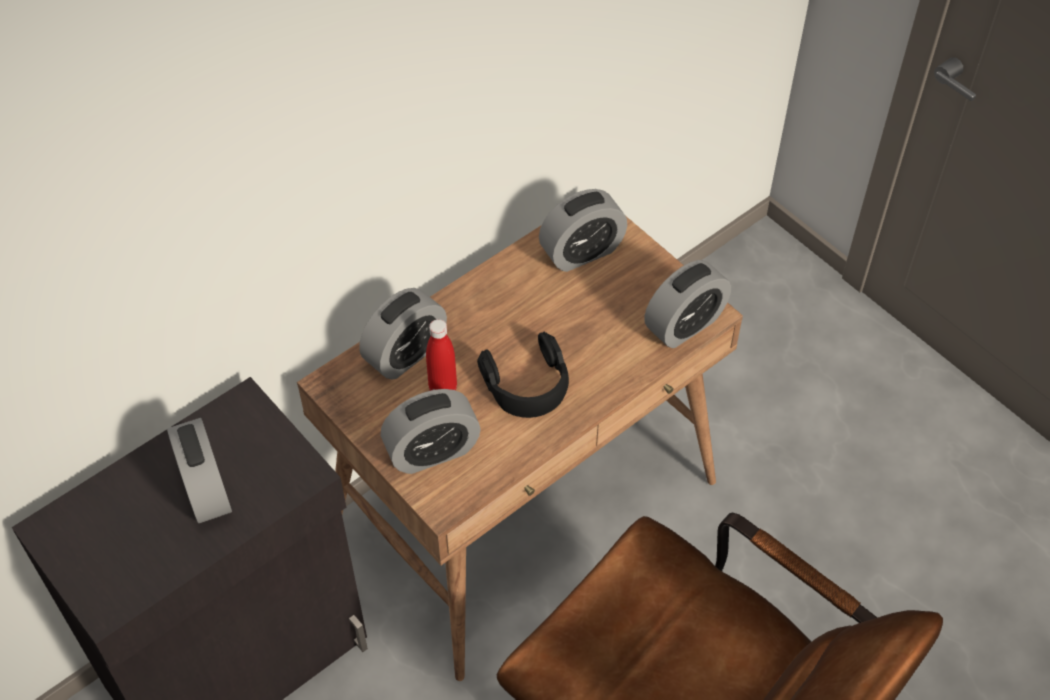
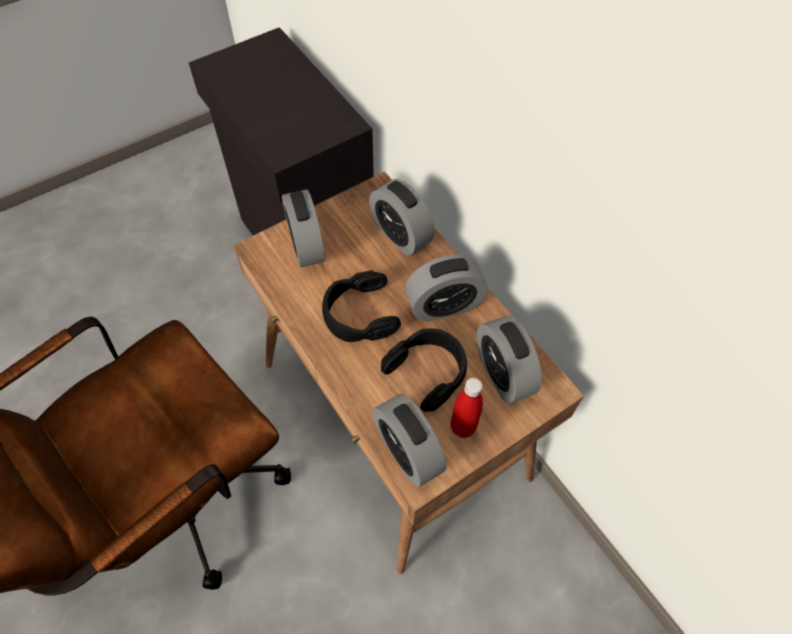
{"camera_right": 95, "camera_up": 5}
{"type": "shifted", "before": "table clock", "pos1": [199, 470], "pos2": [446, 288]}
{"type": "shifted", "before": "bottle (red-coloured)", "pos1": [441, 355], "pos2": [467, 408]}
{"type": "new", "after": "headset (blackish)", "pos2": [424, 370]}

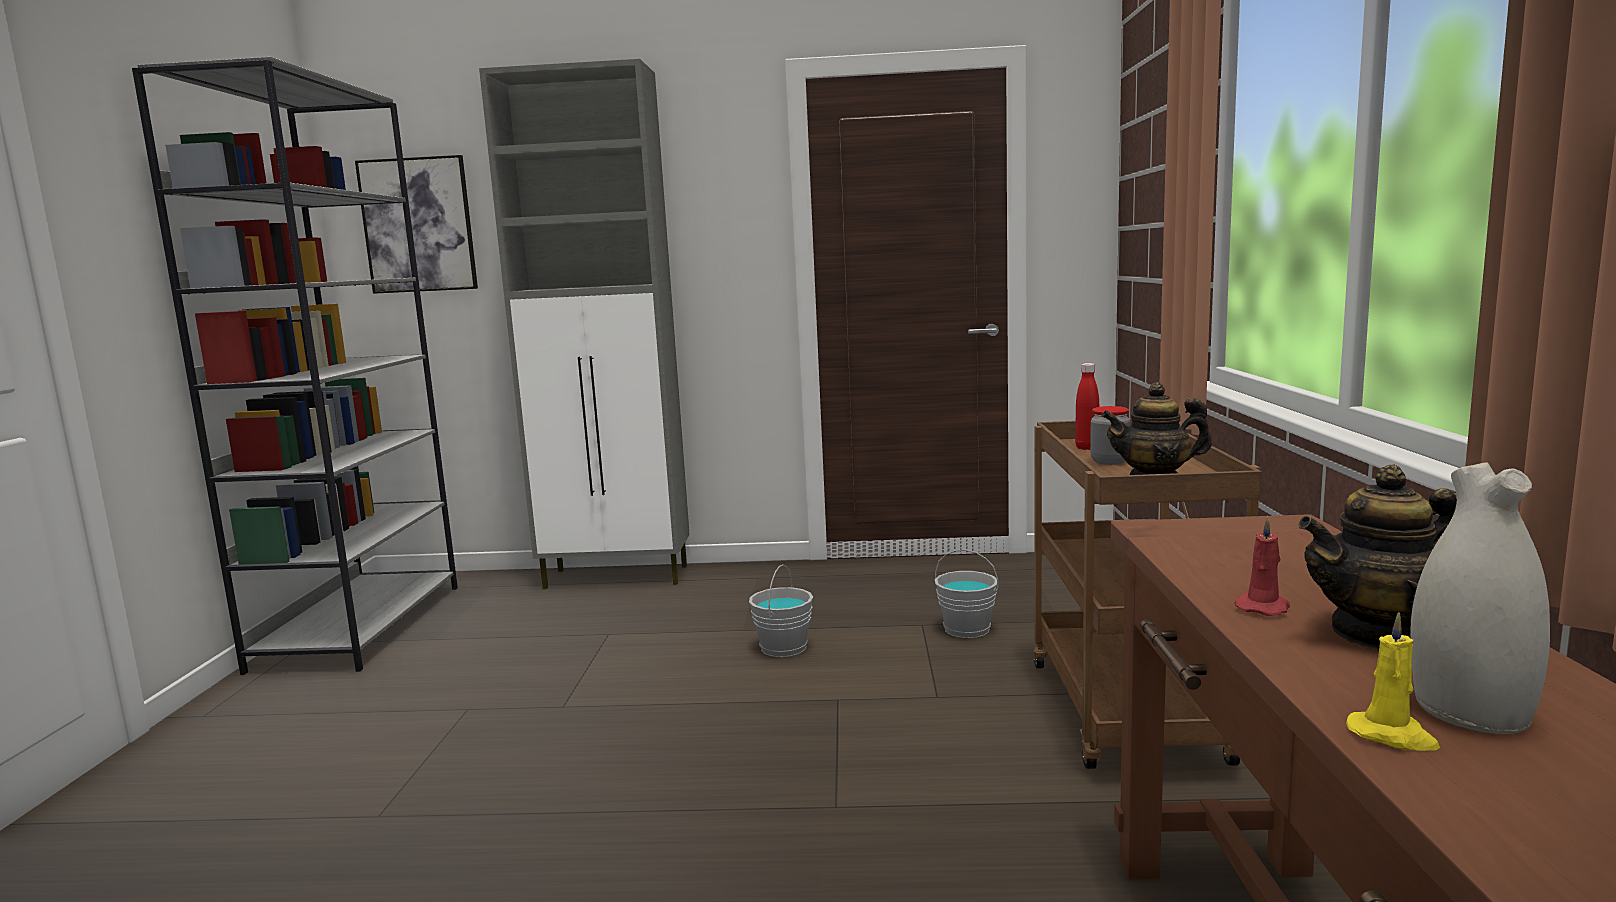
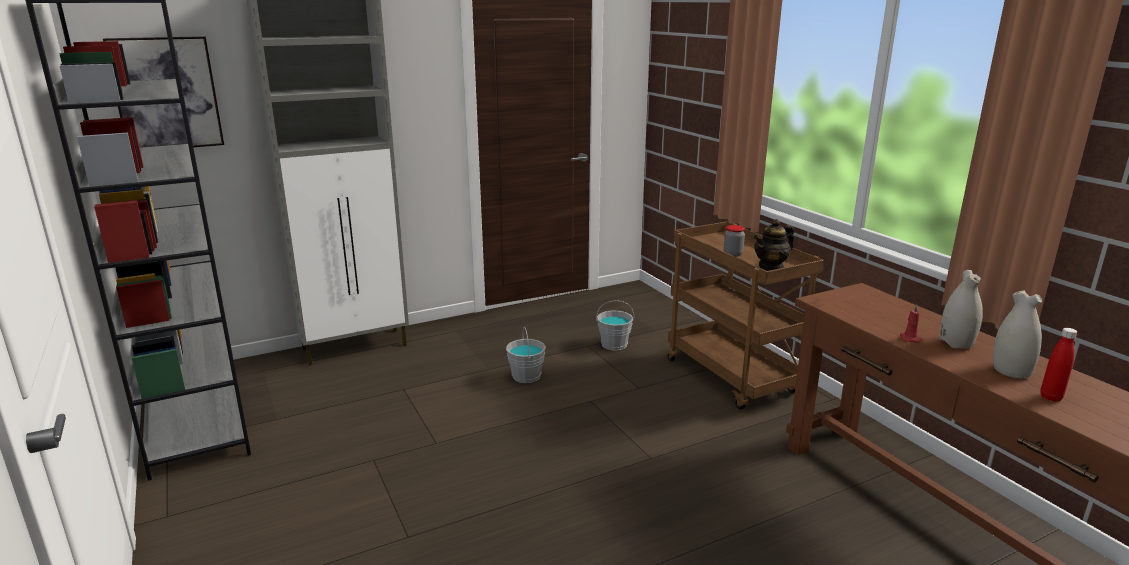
{"camera_right": -30, "camera_up": 10}
{"type": "shifted", "before": "bottle (red-coloured)", "pos1": [1087, 406], "pos2": [1058, 365]}
{"type": "swapped", "before": "pot for tea", "after": "decorative vase (whitish)", "pos1": [1377, 557], "pos2": [961, 309]}
{"type": "gone", "before": "candle (yellow-coloured)", "pos1": [1393, 681]}

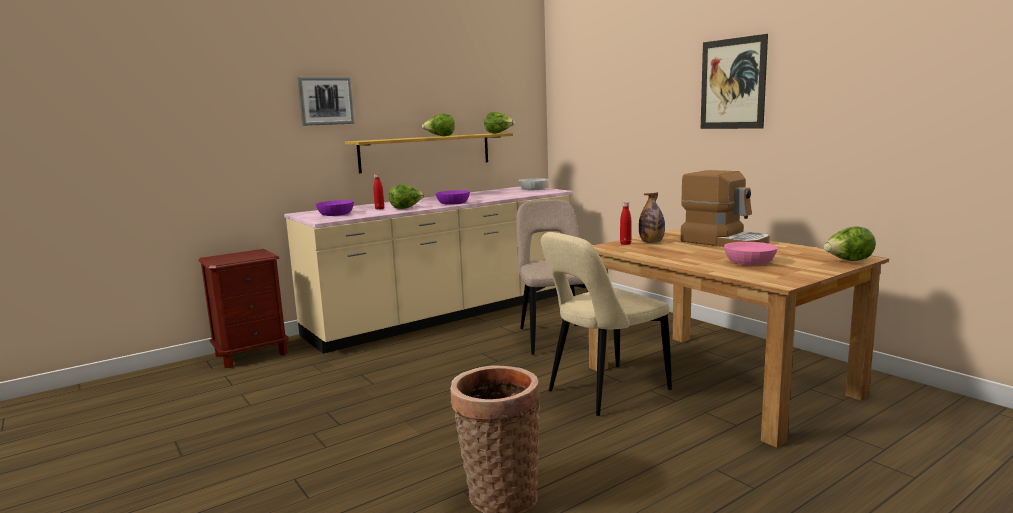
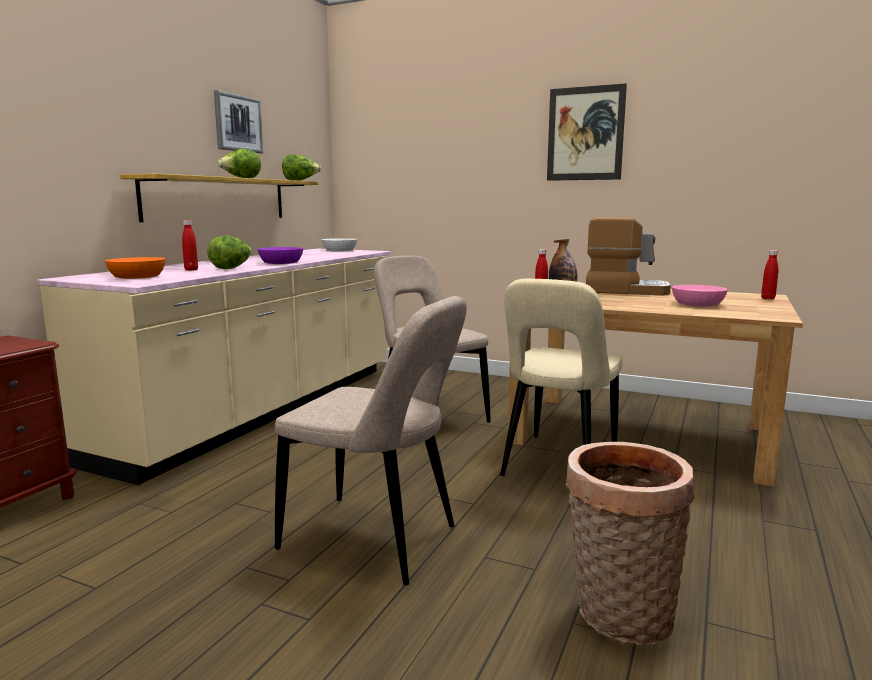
{"camera_right": -30, "camera_up": 0}
{"type": "shifted", "before": "picture", "pos1": [326, 101], "pos2": [238, 121]}
{"type": "repainted", "before": "deep dish (purple-coloured)", "after": "deep dish (orange)", "pos1": [335, 208], "pos2": [135, 268]}
{"type": "swapped", "before": "head of lettuce", "after": "bottle (red-coloured)", "pos1": [850, 243], "pos2": [769, 275]}
{"type": "new", "after": "plain chair (beige-coloured)", "pos2": [371, 441]}

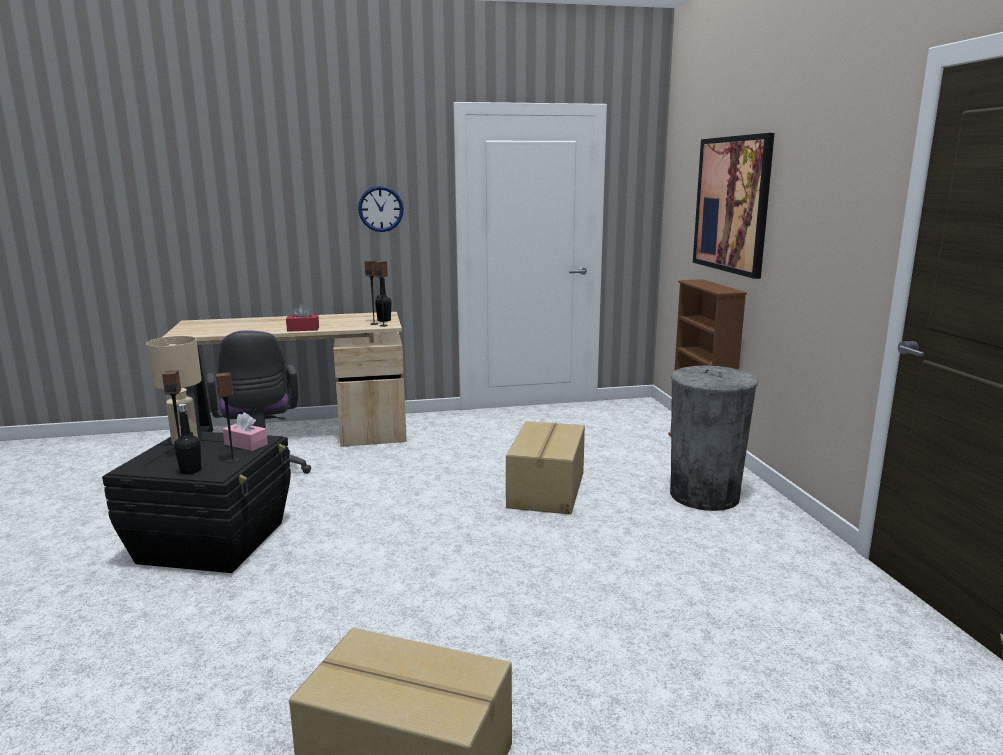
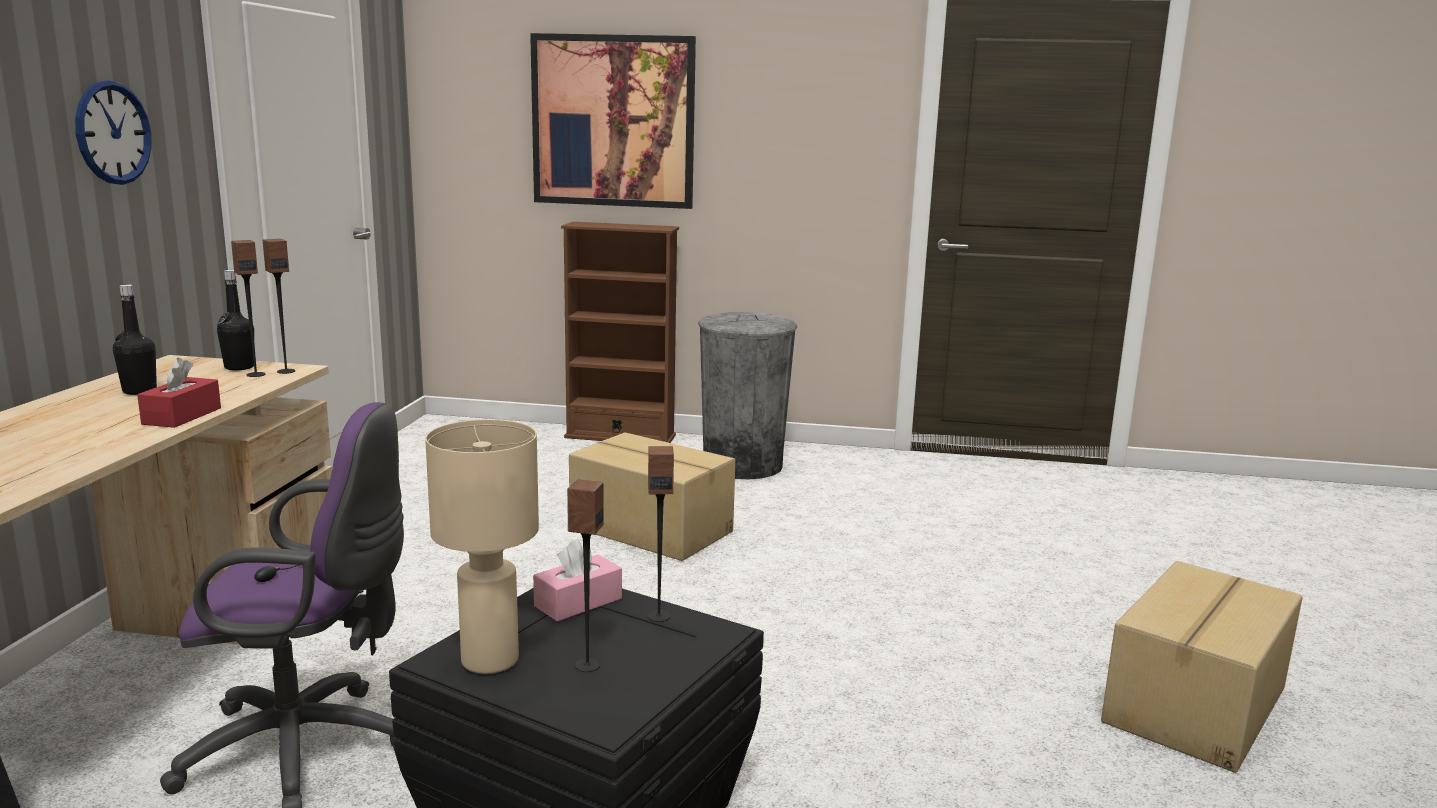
{"camera_right": -70, "camera_up": 0}
{"type": "shifted", "before": "bottle (blackish)", "pos1": [187, 439], "pos2": [135, 340]}

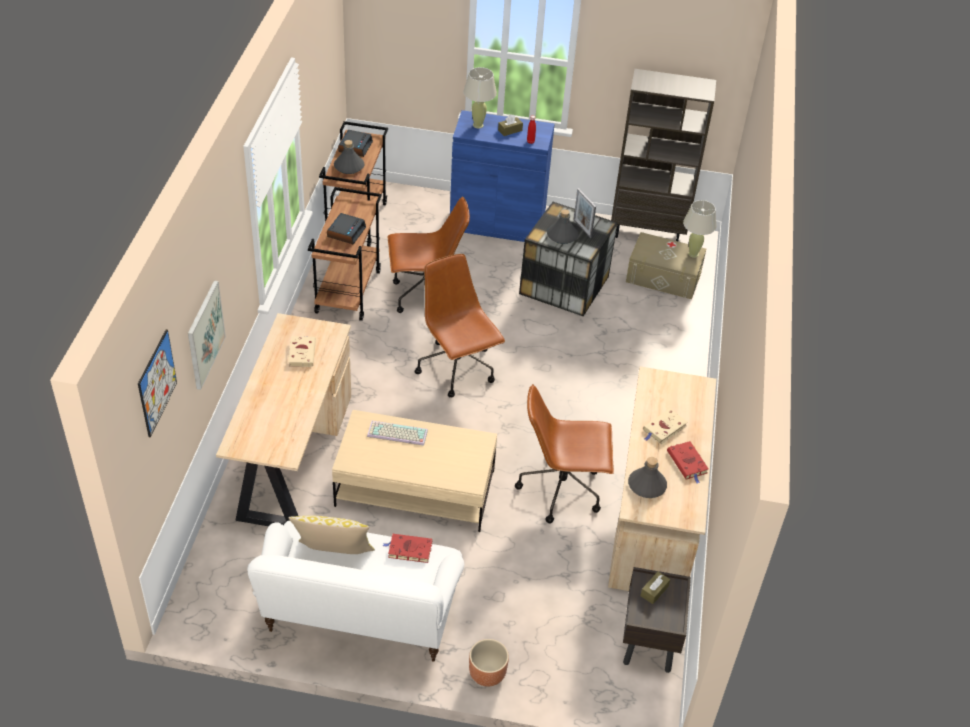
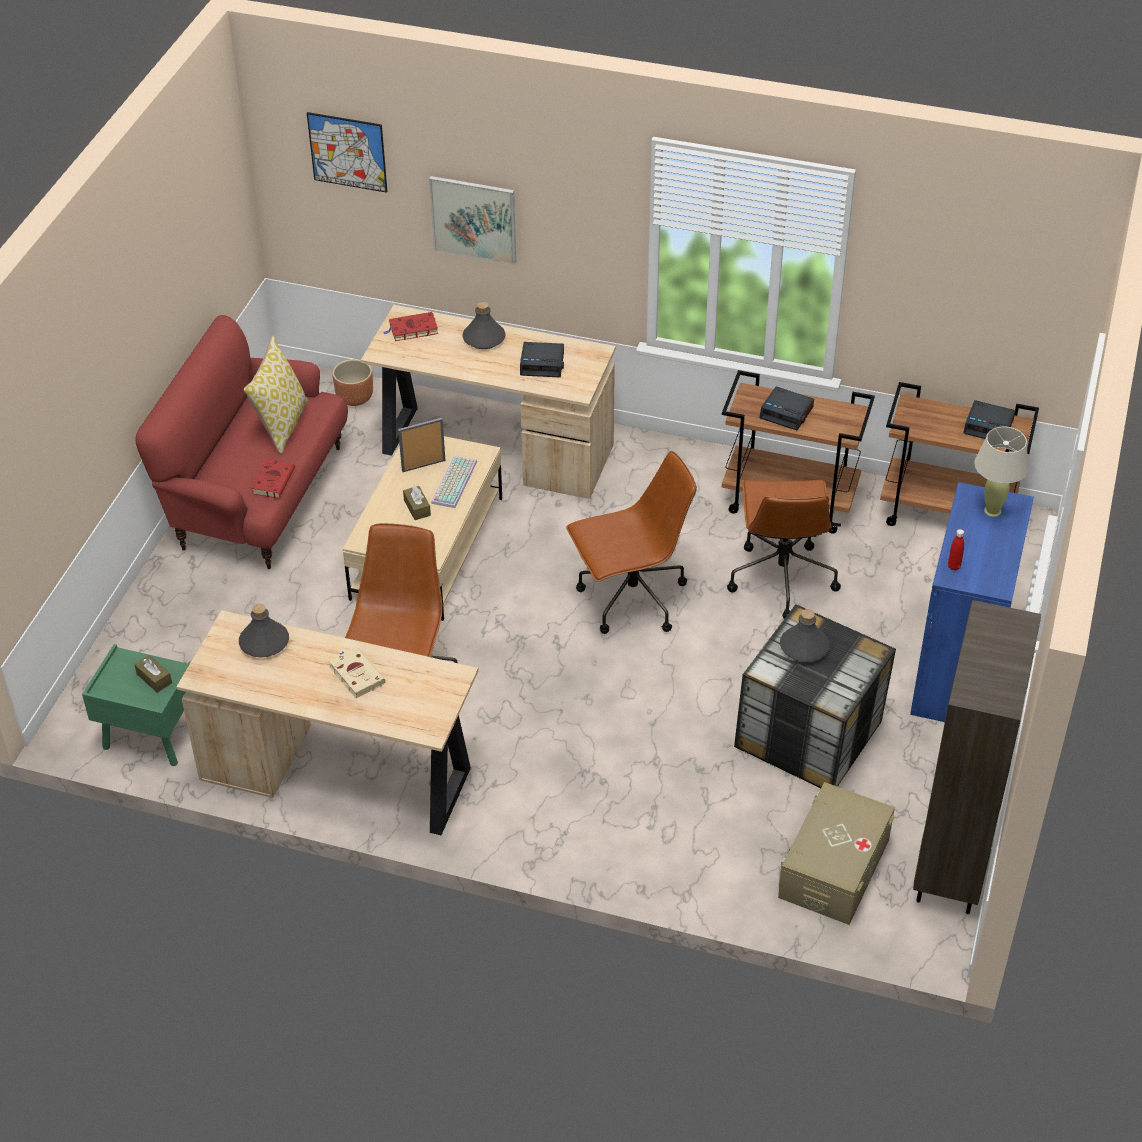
{"camera_right": 100, "camera_up": 0}
{"type": "repainted", "before": "sofa (whitish)", "after": "sofa (red-coloured)", "pos1": [355, 591], "pos2": [241, 442]}
{"type": "swapped", "before": "bound book (beige-coloured)", "after": "table clock", "pos1": [302, 351], "pos2": [542, 359]}
{"type": "shifted", "before": "bottle (grey)", "pos1": [349, 157], "pos2": [484, 325]}
{"type": "shifted", "before": "planter (brownish)", "pos1": [489, 663], "pos2": [352, 382]}
{"type": "shifted", "before": "tissue box (brownish)", "pos1": [510, 125], "pos2": [417, 502]}
{"type": "shifted", "before": "picture frame", "pos1": [584, 213], "pos2": [421, 445]}
{"type": "repainted", "before": "bedside table (brownish)", "after": "bedside table (green)", "pos1": [657, 620], "pos2": [136, 705]}
{"type": "shifted", "before": "bound book (red-coloured)", "pos1": [688, 462], "pos2": [411, 326]}
{"type": "gone", "before": "table lamp (beige-coloured)", "pos1": [700, 229]}

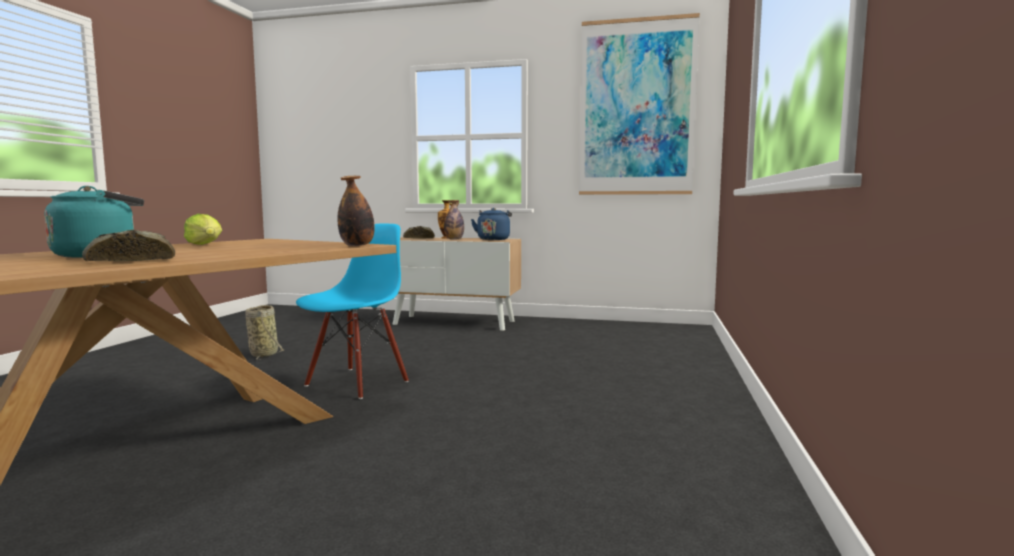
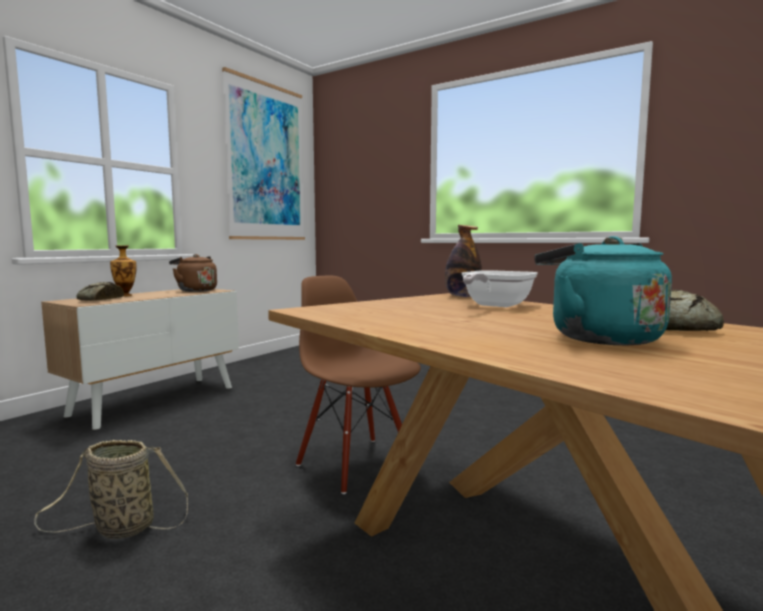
{"camera_right": -70, "camera_up": 0}
{"type": "gone", "before": "head of lettuce", "pos1": [203, 229]}
{"type": "repainted", "before": "plain chair (blue-coloured)", "after": "plain chair (brownish)", "pos1": [352, 311], "pos2": [358, 385]}
{"type": "gone", "before": "bottle", "pos1": [454, 220]}
{"type": "repainted", "before": "water kettle (blue-coloured)", "after": "water kettle (brownish)", "pos1": [491, 224], "pos2": [193, 273]}
{"type": "new", "after": "frying pan", "pos2": [500, 288]}

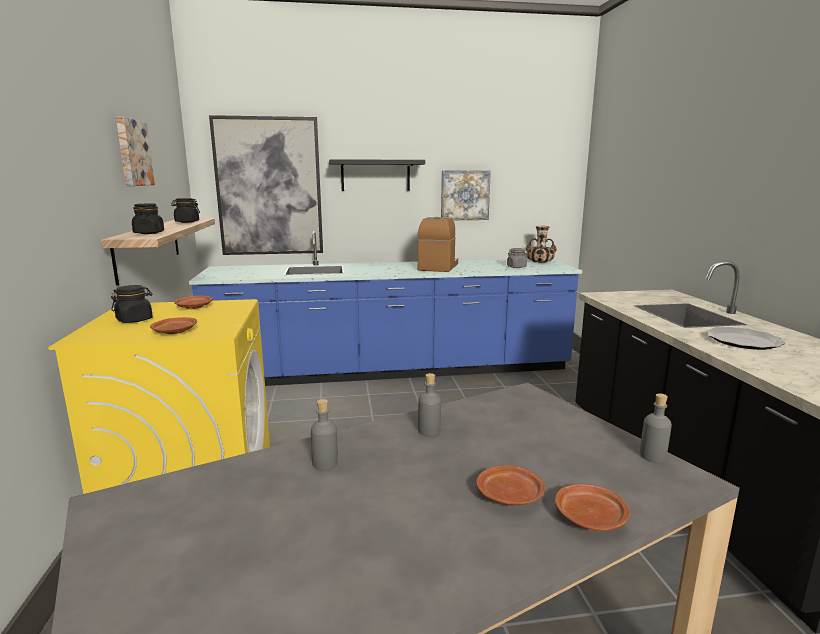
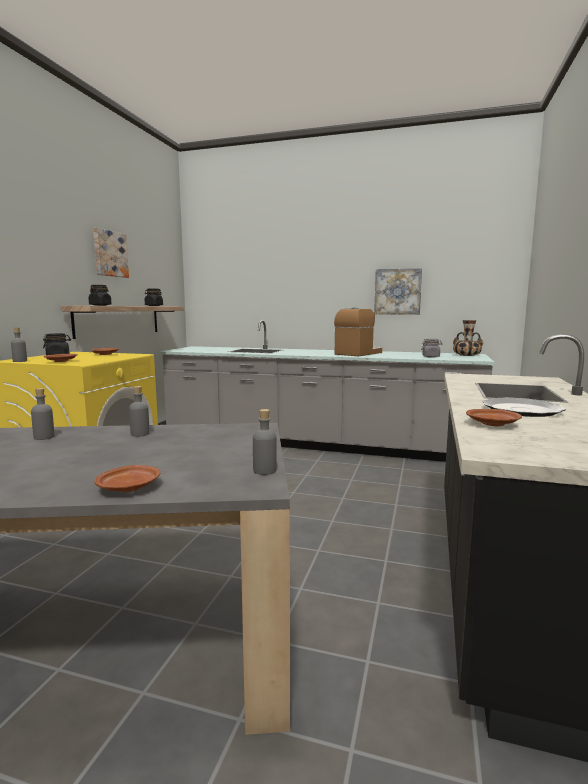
{"camera_right": 25, "camera_up": -5}
{"type": "repainted", "before": "kitchen counter (blue-coloured)", "after": "kitchen counter (grey)", "pos1": [385, 308], "pos2": [326, 391]}
{"type": "gone", "before": "picture", "pos1": [266, 185]}
{"type": "gone", "before": "shelf (blackish)", "pos1": [377, 175]}
{"type": "shifted", "before": "plate (brownish)", "pos1": [510, 485], "pos2": [494, 417]}
{"type": "new", "after": "bottle (grey)", "pos2": [19, 344]}

